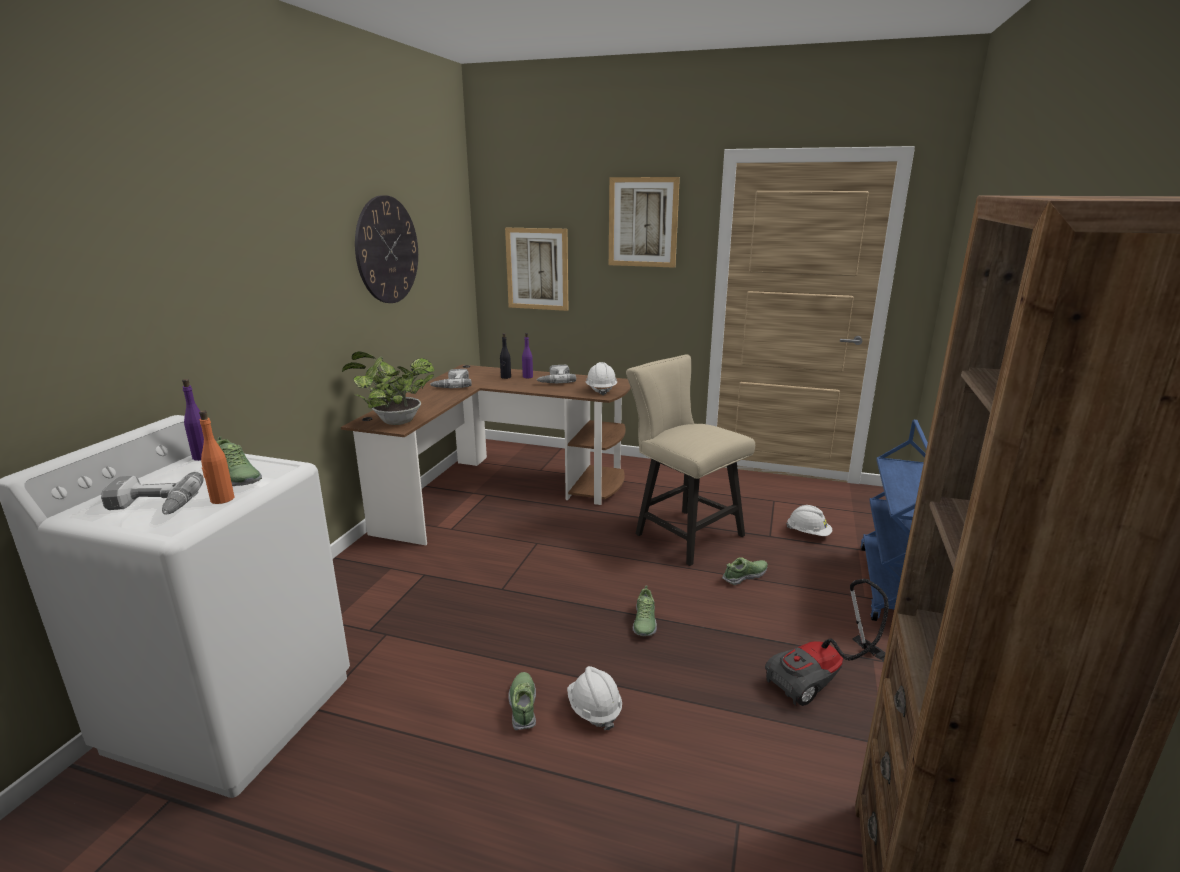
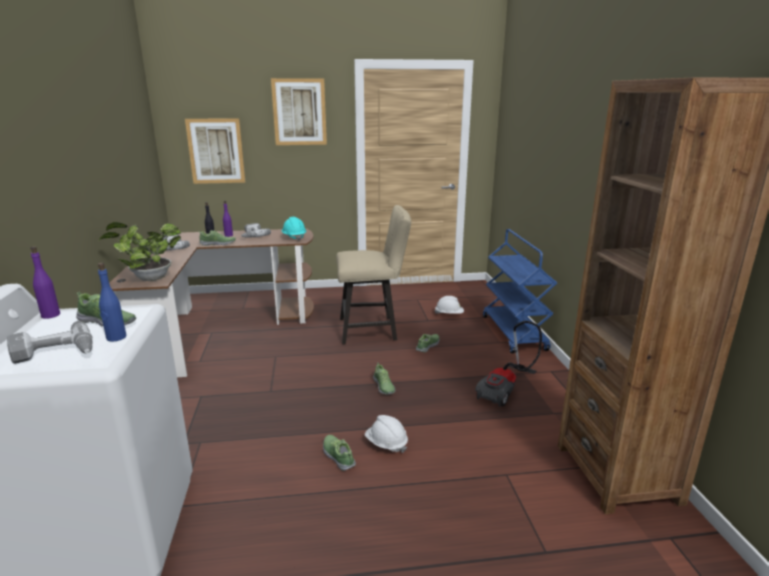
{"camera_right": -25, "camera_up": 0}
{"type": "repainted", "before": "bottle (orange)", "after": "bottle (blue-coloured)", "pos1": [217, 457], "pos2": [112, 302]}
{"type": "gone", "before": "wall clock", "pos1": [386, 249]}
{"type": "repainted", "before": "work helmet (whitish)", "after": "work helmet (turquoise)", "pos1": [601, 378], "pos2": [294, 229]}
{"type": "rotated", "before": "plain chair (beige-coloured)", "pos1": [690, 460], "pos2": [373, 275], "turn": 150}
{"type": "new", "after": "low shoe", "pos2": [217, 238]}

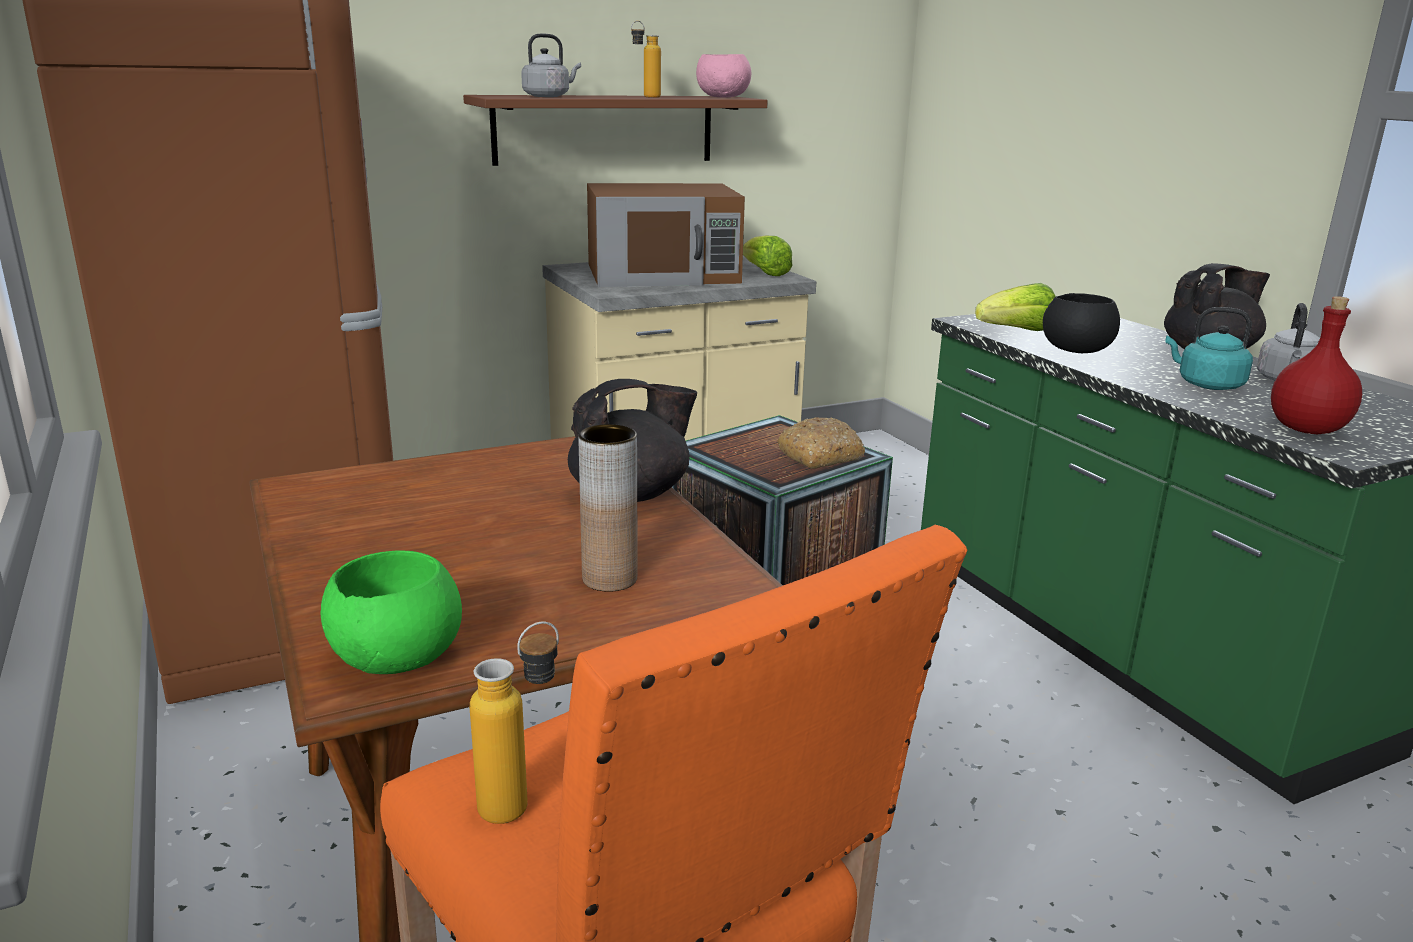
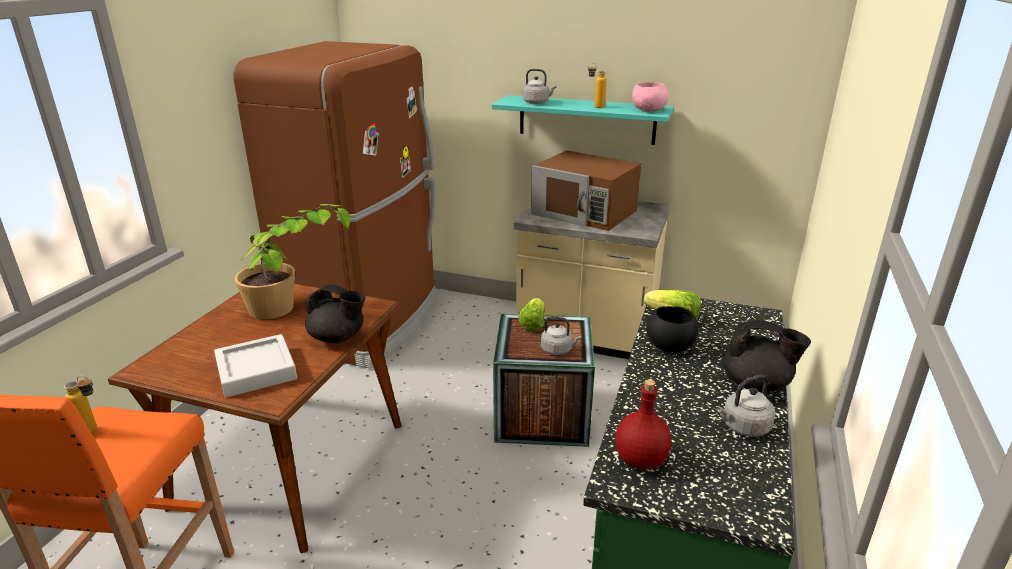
{"camera_right": 45, "camera_up": 5}
{"type": "gone", "before": "deep dish (green)", "pos1": [391, 612]}
{"type": "repainted", "before": "shelf (brownish)", "after": "shelf (turquoise)", "pos1": [615, 130], "pos2": [583, 120]}
{"type": "swapped", "before": "decorative vase (brownish)", "after": "carrying tray (grey)", "pos1": [608, 508], "pos2": [255, 366]}
{"type": "shifted", "before": "head of lettuce", "pos1": [768, 255], "pos2": [531, 315]}
{"type": "swapped", "before": "bakery bread", "after": "water kettle (grey)", "pos1": [821, 443], "pos2": [561, 335]}
{"type": "gone", "before": "water kettle (turquoise)", "pos1": [1209, 348]}
{"type": "new", "after": "plant in a pot", "pos2": [292, 262]}

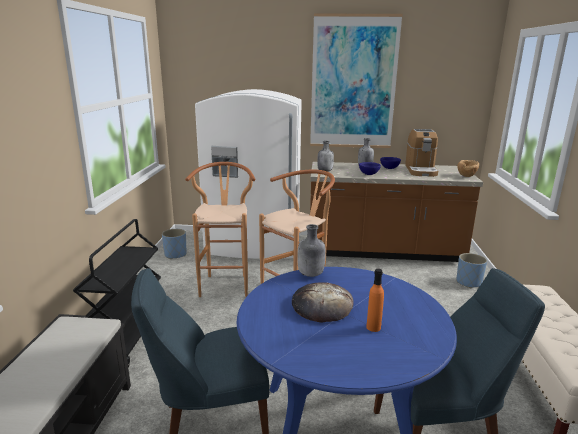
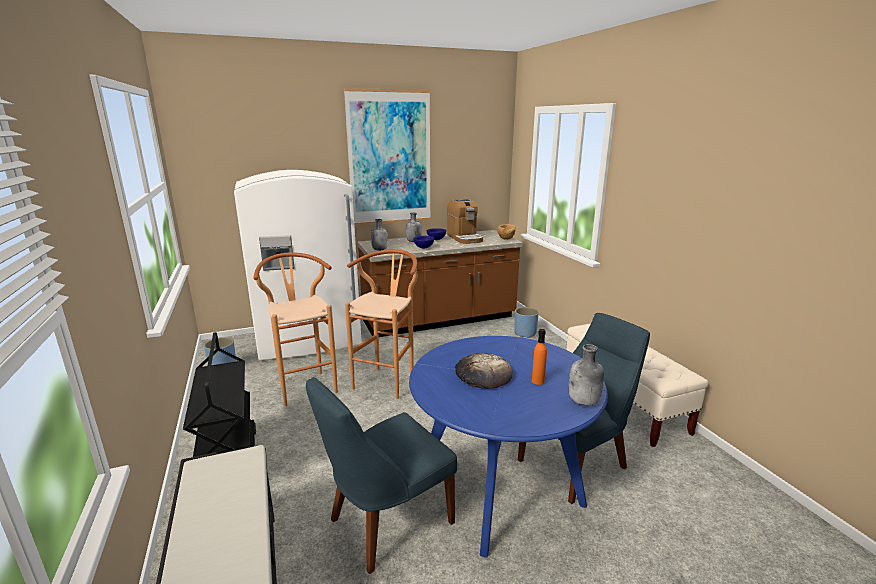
{"camera_right": -25, "camera_up": 0}
{"type": "shifted", "before": "bottle (grey)", "pos1": [311, 250], "pos2": [586, 375]}

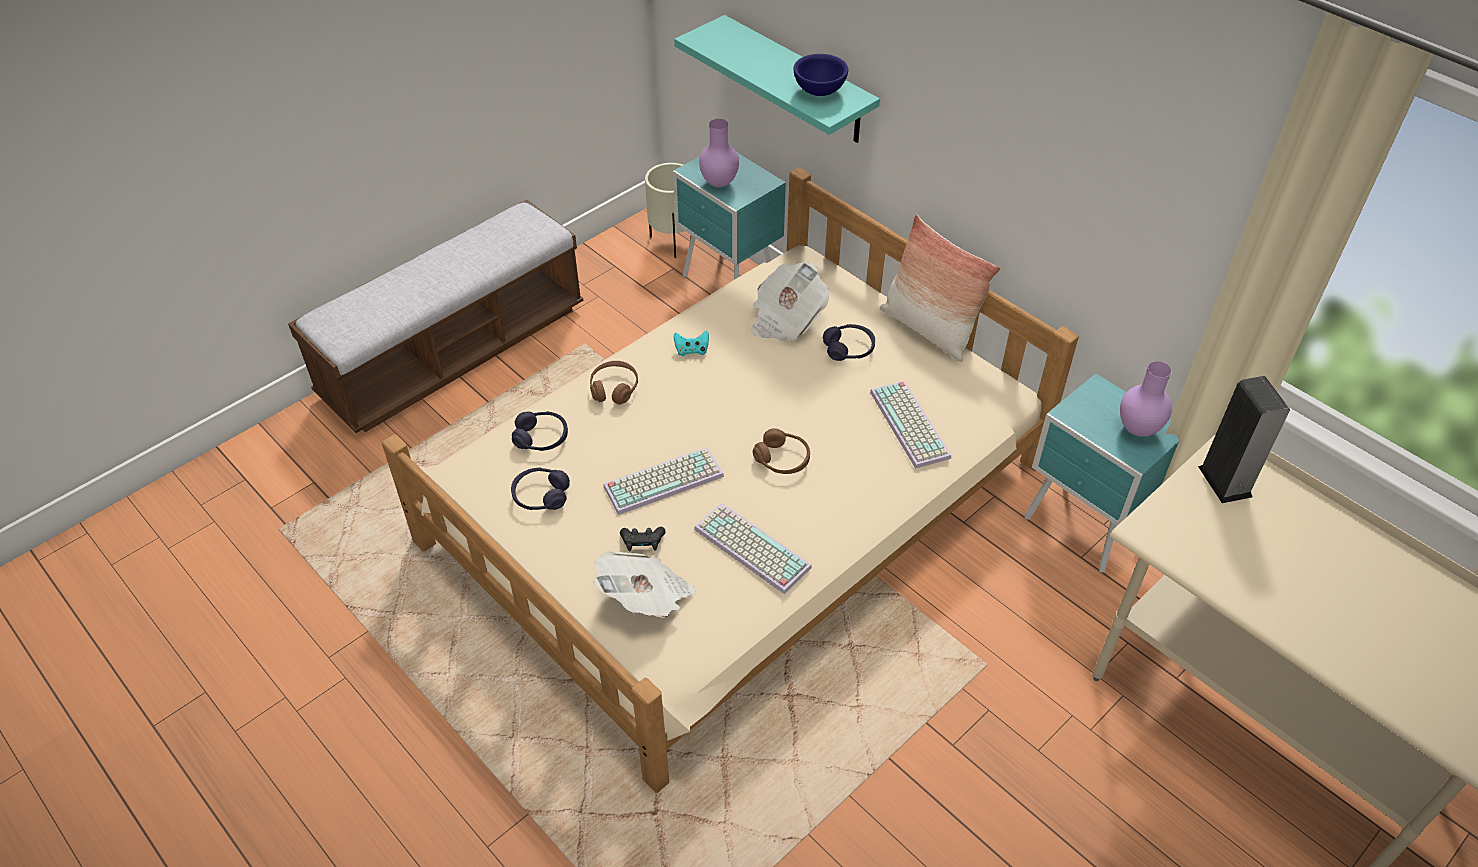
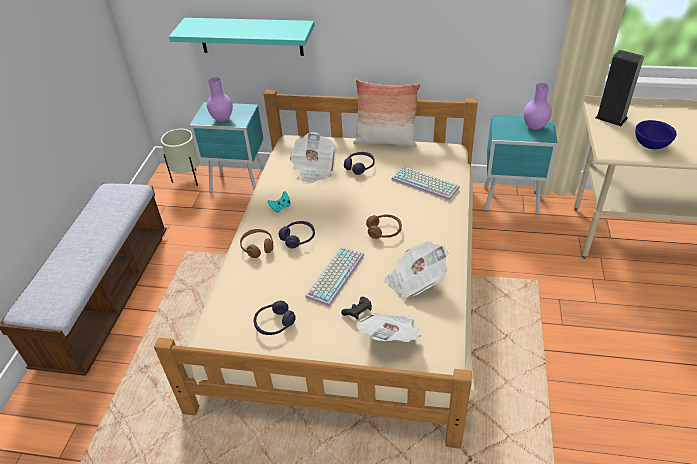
{"camera_right": -35, "camera_up": -5}
{"type": "shifted", "before": "headset (purple-coloured)", "pos1": [540, 431], "pos2": [297, 234]}
{"type": "swapped", "before": "PC keyboard", "after": "daily paper", "pos1": [753, 548], "pos2": [416, 270]}
{"type": "shifted", "before": "deep dish (blue-coloured)", "pos1": [820, 75], "pos2": [656, 134]}

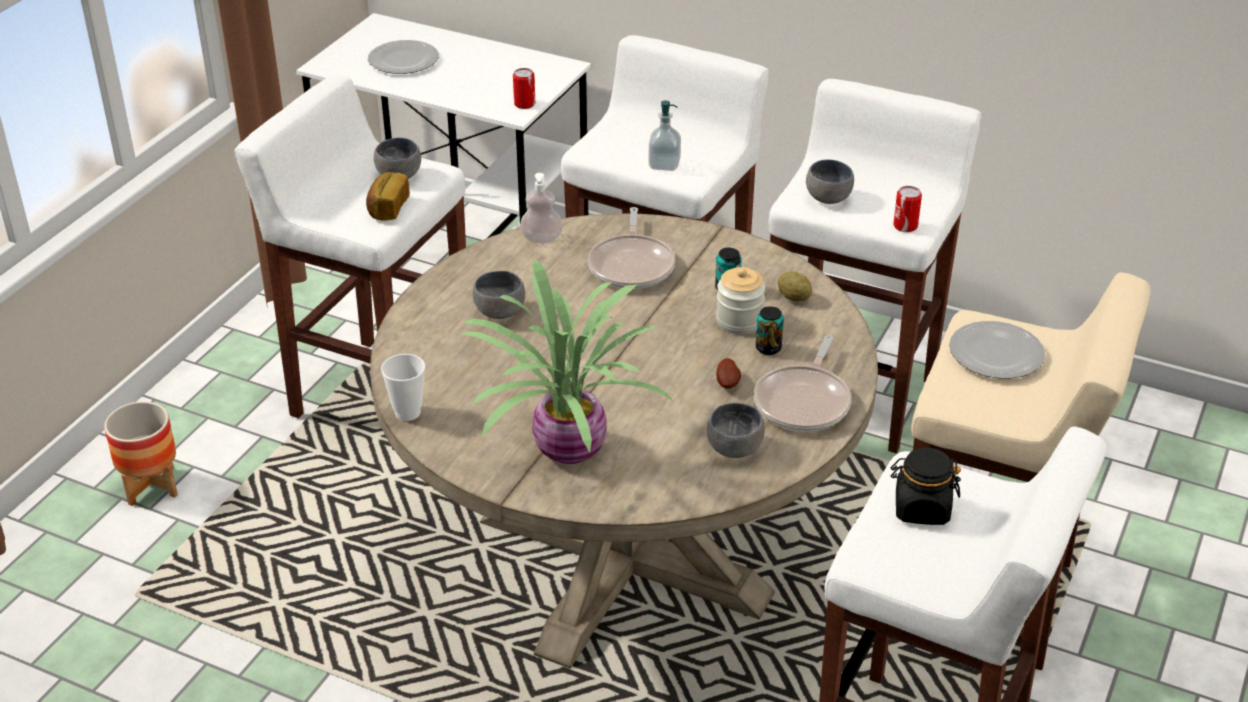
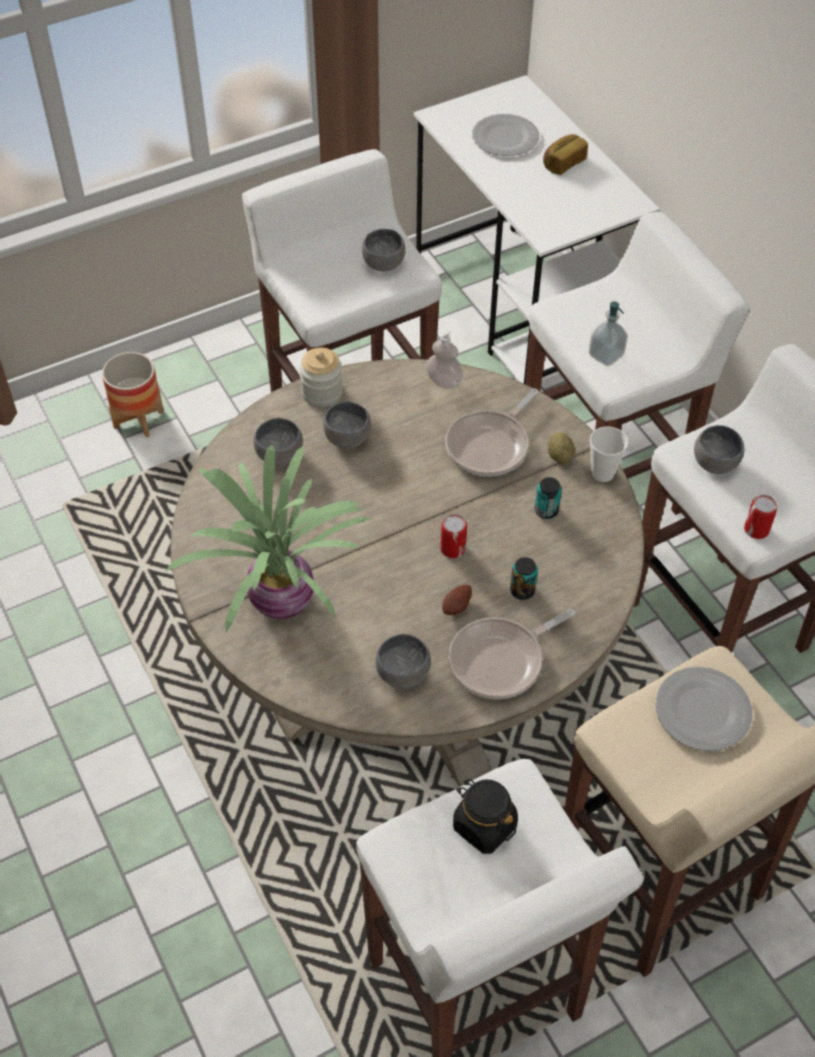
{"camera_right": 35, "camera_up": 15}
{"type": "shifted", "before": "bakery bread", "pos1": [388, 196], "pos2": [565, 154]}
{"type": "shifted", "before": "drinking cup", "pos1": [403, 387], "pos2": [609, 454]}
{"type": "shifted", "before": "can", "pos1": [524, 88], "pos2": [454, 536]}
{"type": "shifted", "before": "storage jar", "pos1": [740, 300], "pos2": [321, 377]}
{"type": "shifted", "before": "whole potato", "pos1": [795, 286], "pos2": [561, 448]}
{"type": "new", "after": "deep dish (grey)", "pos2": [278, 441]}

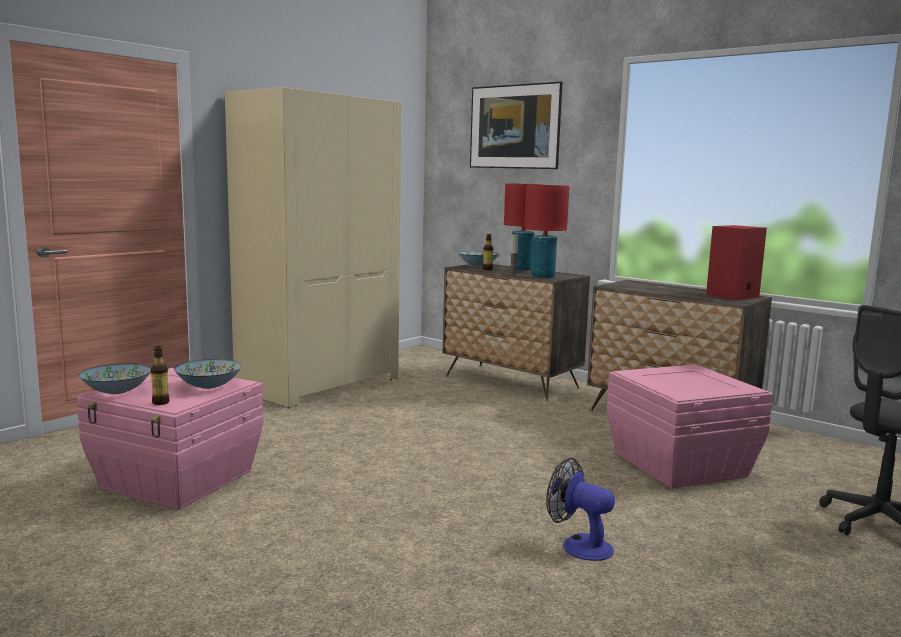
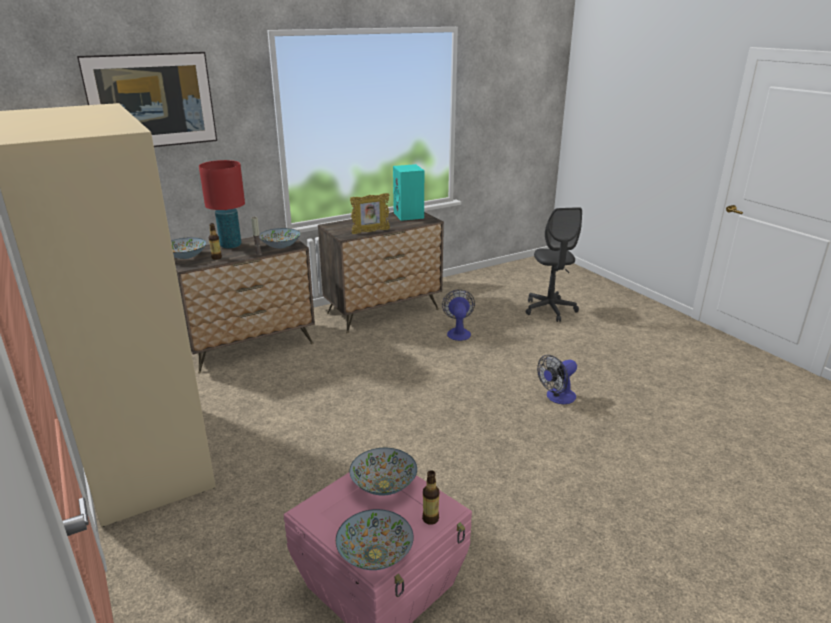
{"camera_right": -70, "camera_up": 15}
{"type": "swapped", "before": "table lamp (red-coloured)", "after": "deep dish", "pos1": [547, 231], "pos2": [280, 238]}
{"type": "swapped", "before": "storage bin (pink-coloured)", "after": "electric fan", "pos1": [690, 426], "pos2": [458, 315]}
{"type": "repainted", "before": "speaker (red-coloured)", "after": "speaker (turquoise)", "pos1": [736, 262], "pos2": [408, 192]}
{"type": "new", "after": "picture frame", "pos2": [370, 213]}

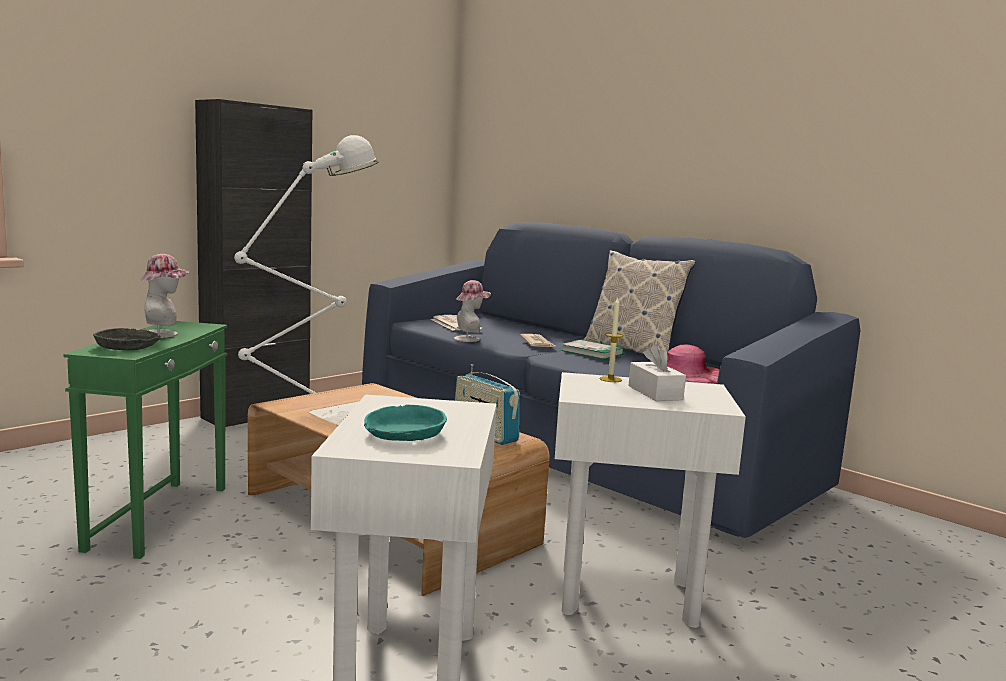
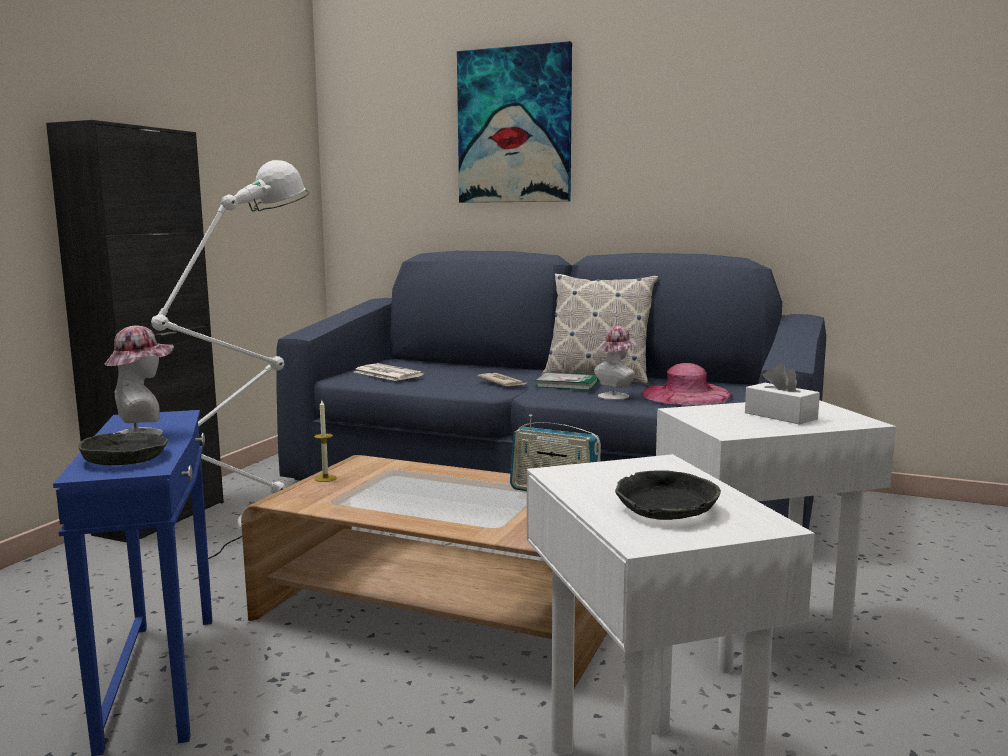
{"camera_right": -20, "camera_up": 0}
{"type": "repainted", "before": "accent table (green)", "after": "accent table (blue-coloured)", "pos1": [145, 440], "pos2": [132, 583]}
{"type": "repainted", "before": "deep dish (turquoise)", "after": "deep dish (grey)", "pos1": [405, 423], "pos2": [668, 495]}
{"type": "shifted", "before": "hat", "pos1": [472, 311], "pos2": [615, 363]}
{"type": "shifted", "before": "candle", "pos1": [611, 339], "pos2": [325, 441]}
{"type": "new", "after": "picture", "pos2": [514, 122]}

